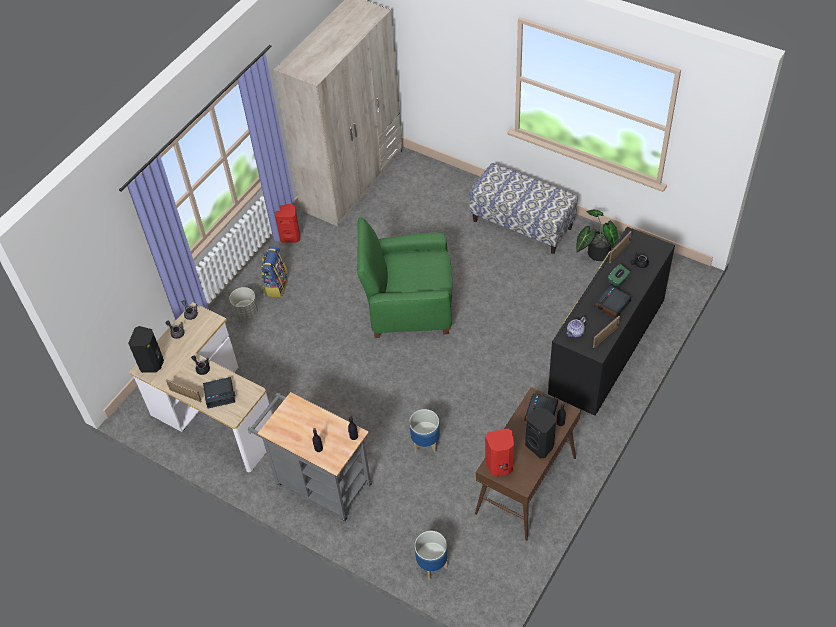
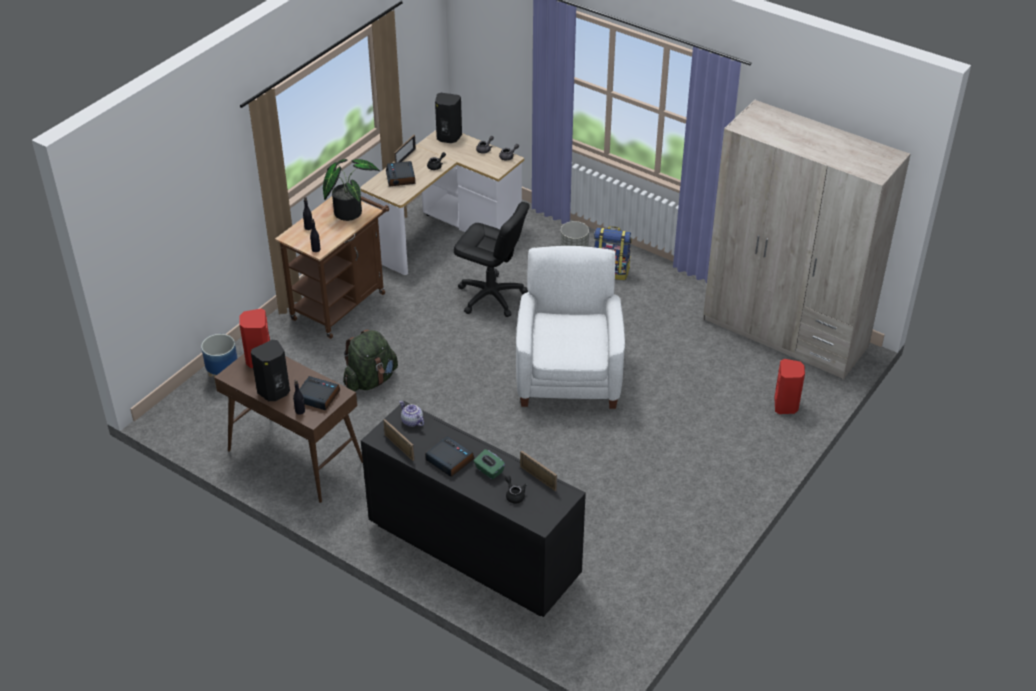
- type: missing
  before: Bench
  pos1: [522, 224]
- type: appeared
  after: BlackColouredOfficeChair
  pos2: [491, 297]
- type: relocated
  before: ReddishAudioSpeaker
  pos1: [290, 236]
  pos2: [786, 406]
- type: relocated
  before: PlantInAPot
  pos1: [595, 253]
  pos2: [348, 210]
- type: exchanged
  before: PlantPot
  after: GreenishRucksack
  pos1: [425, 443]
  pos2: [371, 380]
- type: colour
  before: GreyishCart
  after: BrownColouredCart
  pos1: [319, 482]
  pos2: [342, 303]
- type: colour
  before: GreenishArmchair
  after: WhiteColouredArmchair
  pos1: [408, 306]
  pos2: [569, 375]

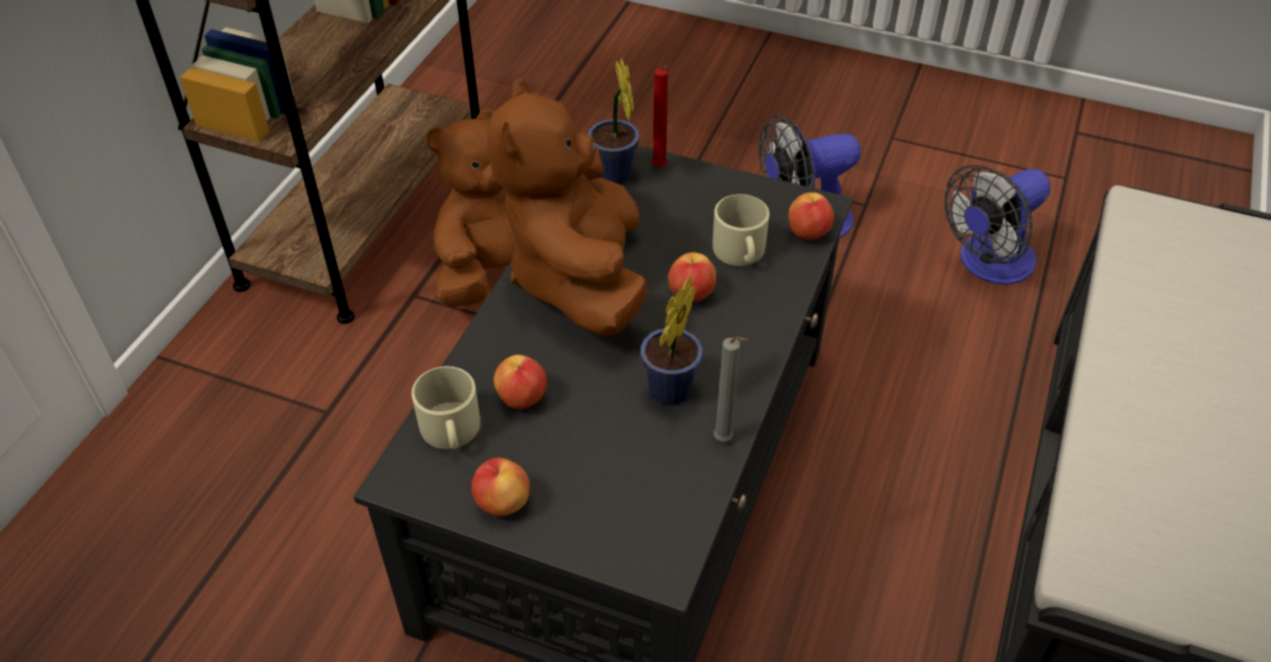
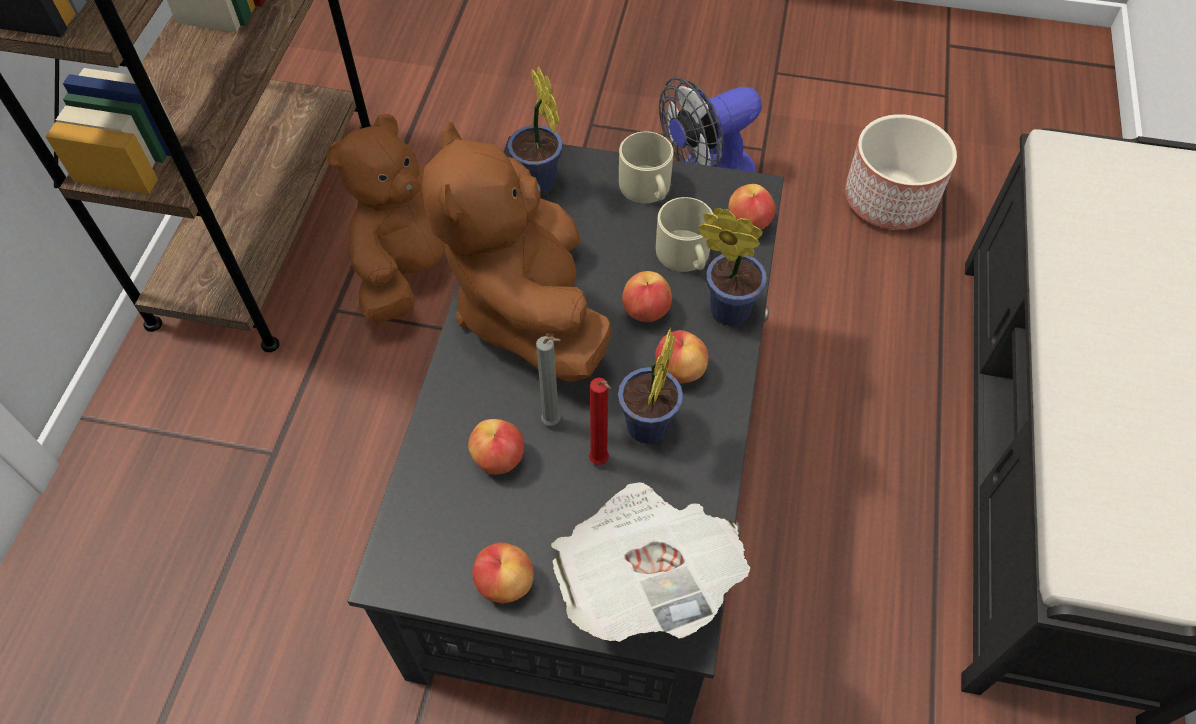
- type: appeared
  after: Newspaper
  pos2: [643, 574]
- type: appeared
  after: Apple
  pos2: [679, 370]
- type: appeared
  after: PlantInAPot
  pos2: [724, 308]
- type: relocated
  before: BeigeColouredTeaMug
  pos1: [451, 431]
  pos2: [647, 189]
- type: relocated
  before: ReddishWaxCandle
  pos1: [660, 168]
  pos2: [600, 462]
- type: relocated
  before: GreyishWaxCandle
  pos1: [725, 441]
  pos2: [553, 423]
- type: exchanged
  before: CoolingFan
  after: PlantPot
  pos1: [988, 265]
  pos2: [890, 199]

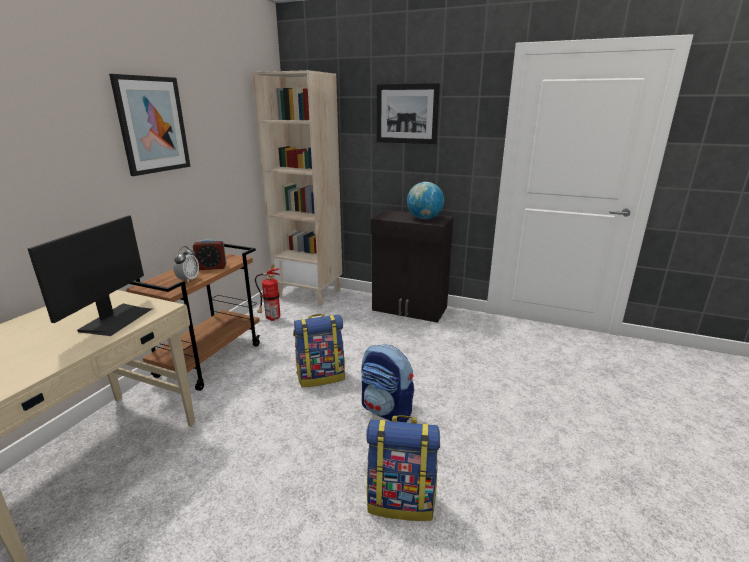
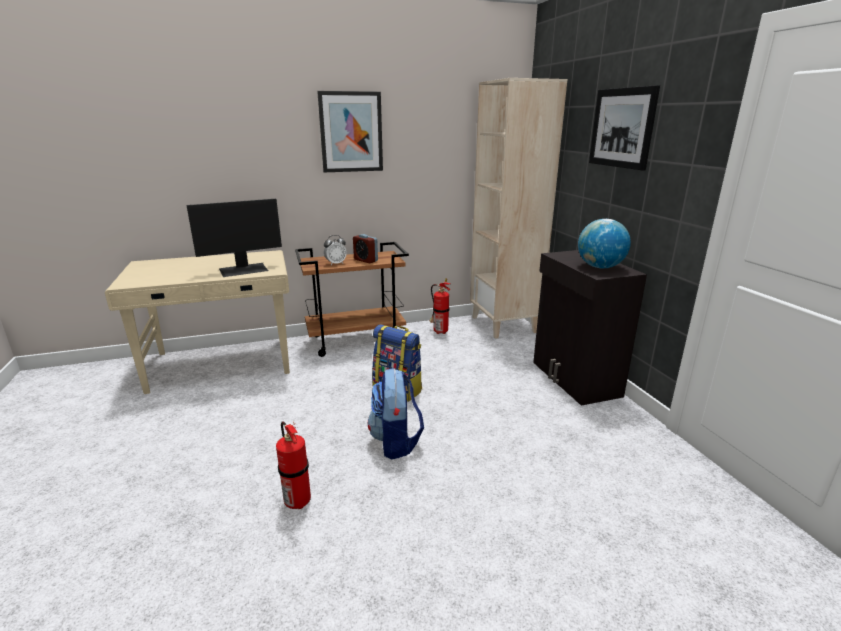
- type: exchanged
  before: Rucksack
  after: FireFightingCylinder
  pos1: [401, 500]
  pos2: [296, 501]

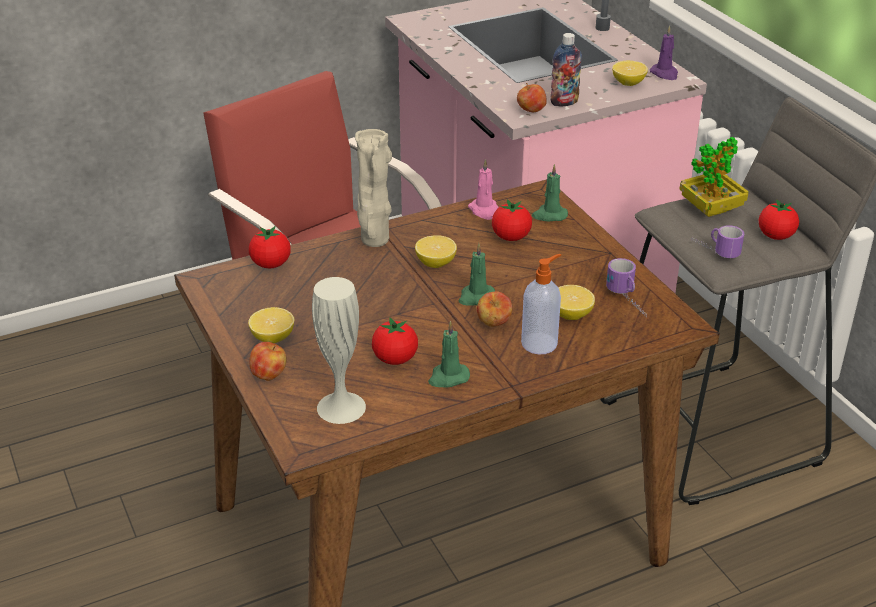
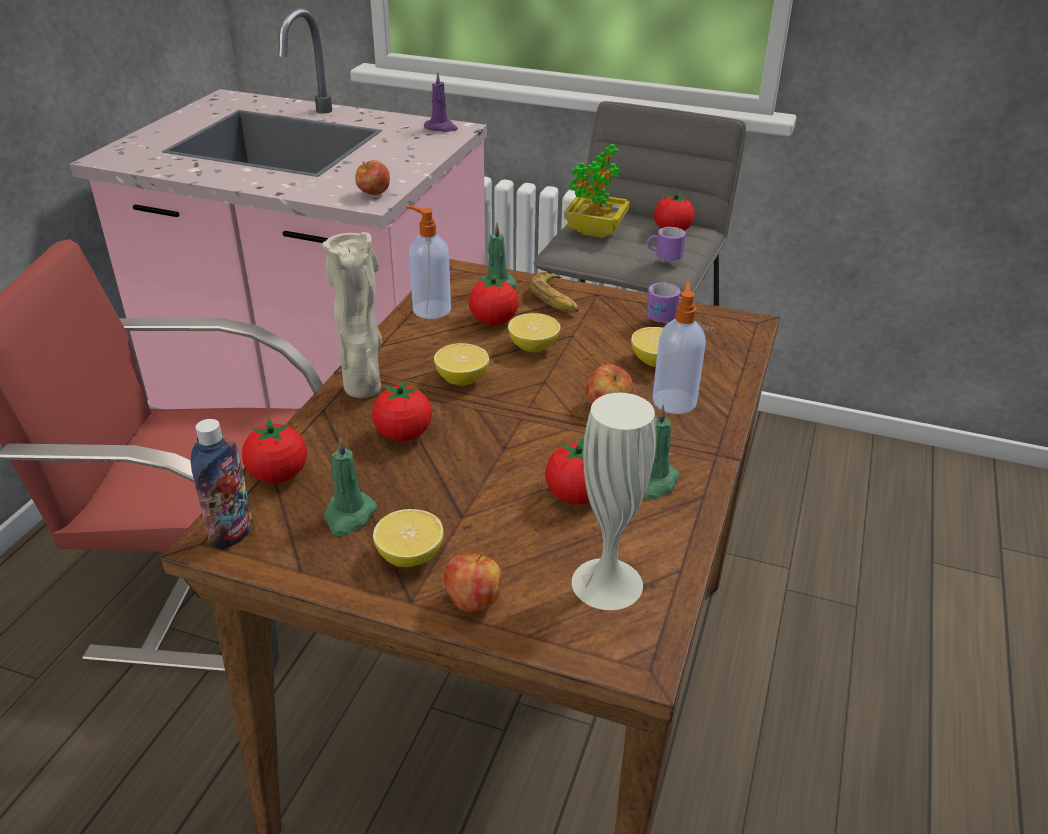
- type: appeared
  after: FreshTomato
  pos2: [403, 434]
- type: appeared
  after: BananaFruit
  pos2: [556, 299]
- type: relocated
  before: GreenishWaxCandle
  pos1: [476, 297]
  pos2: [349, 516]
- type: relocated
  before: DrinkBottle
  pos1: [564, 102]
  pos2: [232, 533]
- type: relocated
  before: WholeLemon
  pos1: [628, 83]
  pos2: [533, 347]
- type: exchanged
  before: PinkColouredWaxCandle
  after: LiquidSoapBottle
  pos1: [484, 211]
  pos2: [430, 309]

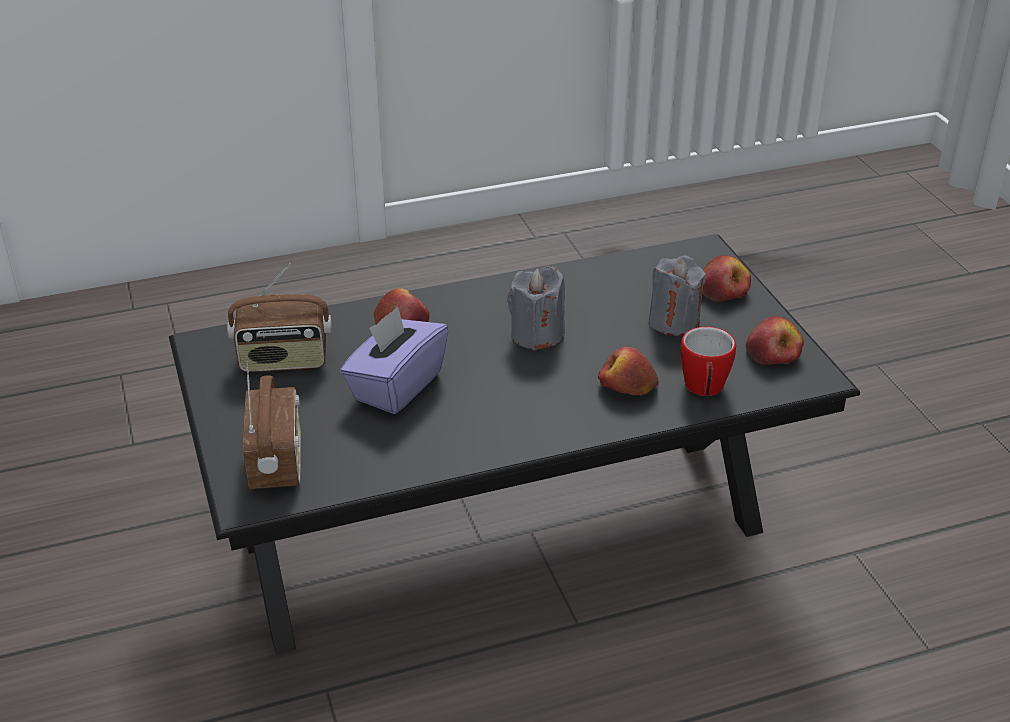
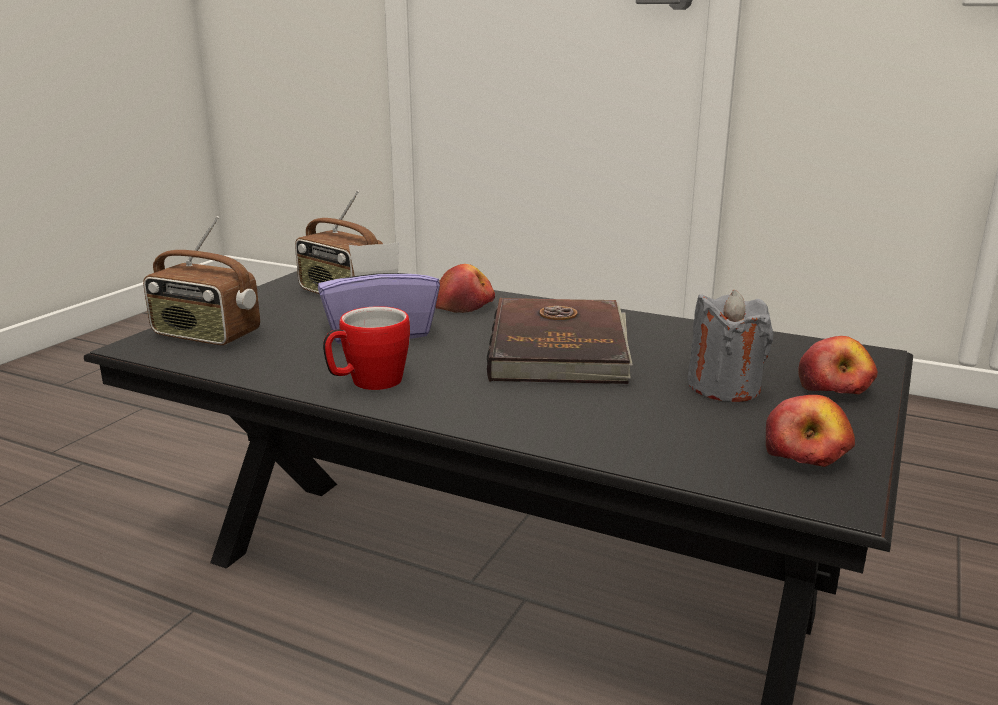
- type: missing
  before: Apple
  pos1: [627, 387]
- type: relocated
  before: TeaMug
  pos1: [704, 390]
  pos2: [367, 384]
- type: exchanged
  before: GreyishWaxCandle
  after: BrownColouredVolume
  pos1: [536, 335]
  pos2: [561, 347]
- type: spun
  before: Radio
  pos1: [277, 462]
  pos2: [205, 336]
  turn: 75

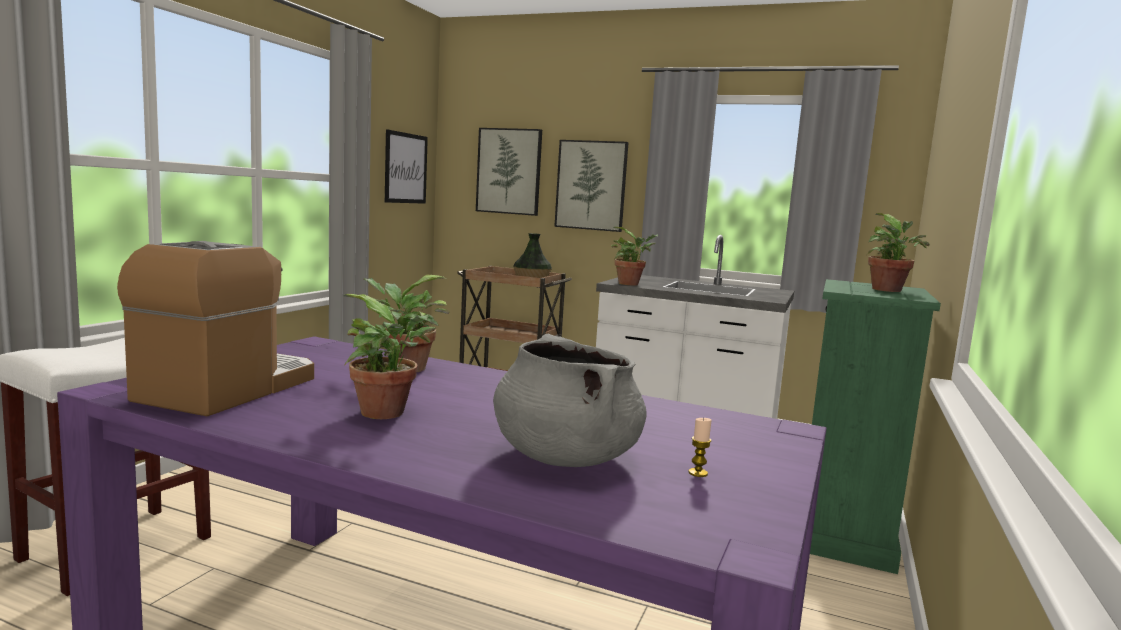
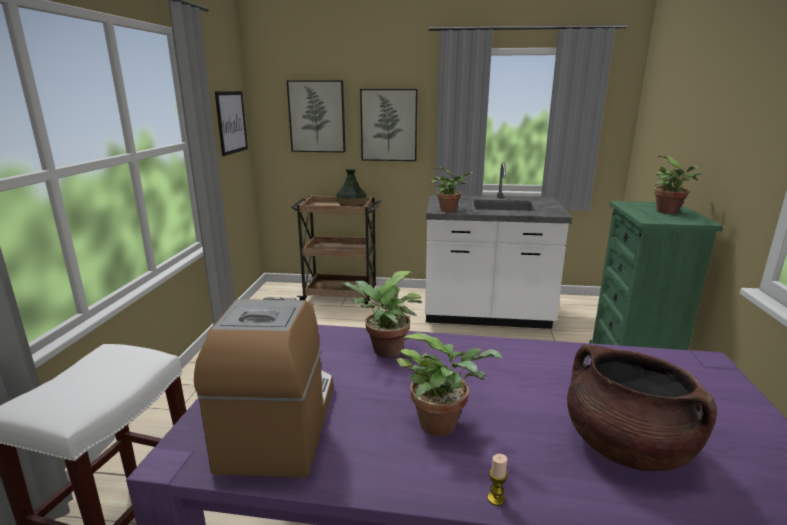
- type: relocated
  before: WaxCandle
  pos1: [698, 473]
  pos2: [496, 499]
- type: colour
  before: GreyishSaucepot
  after: BrownColouredSaucepot
  pos1: [565, 457]
  pos2: [625, 447]

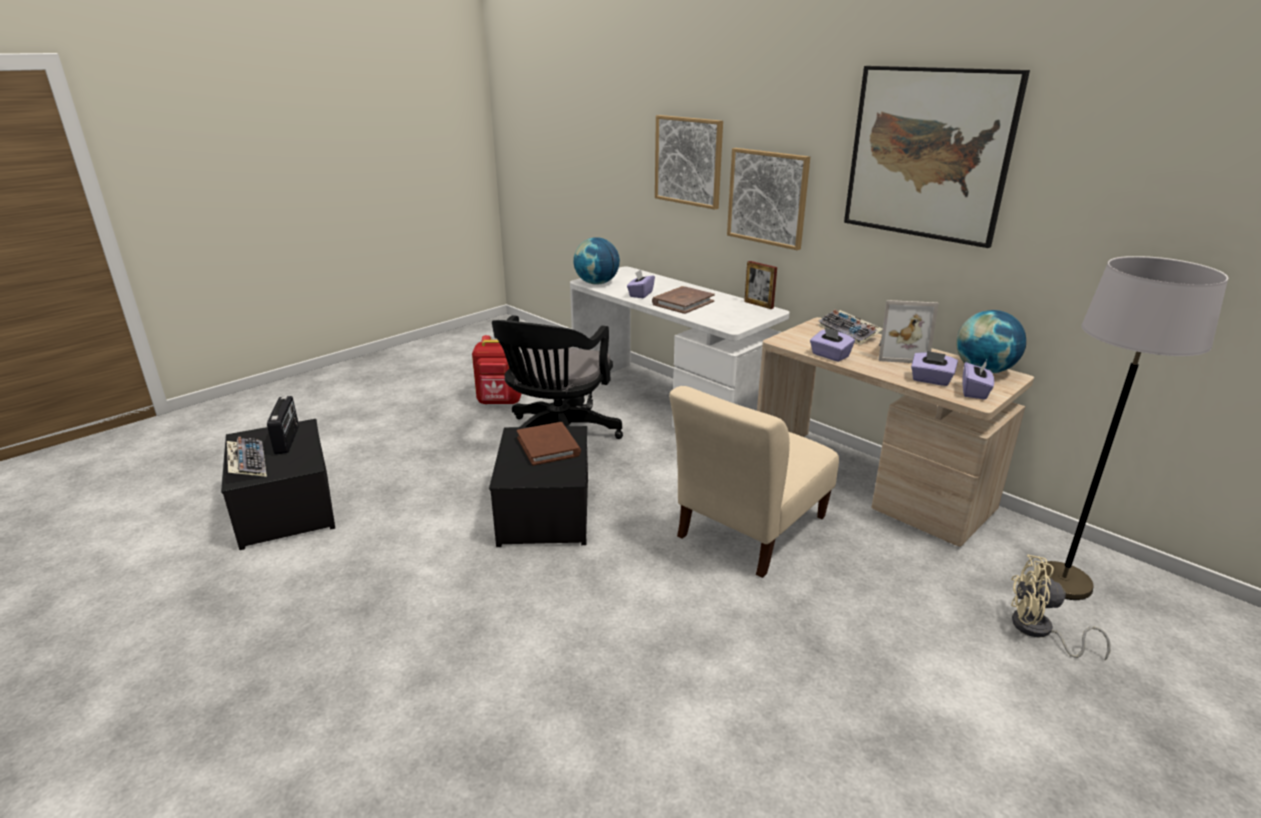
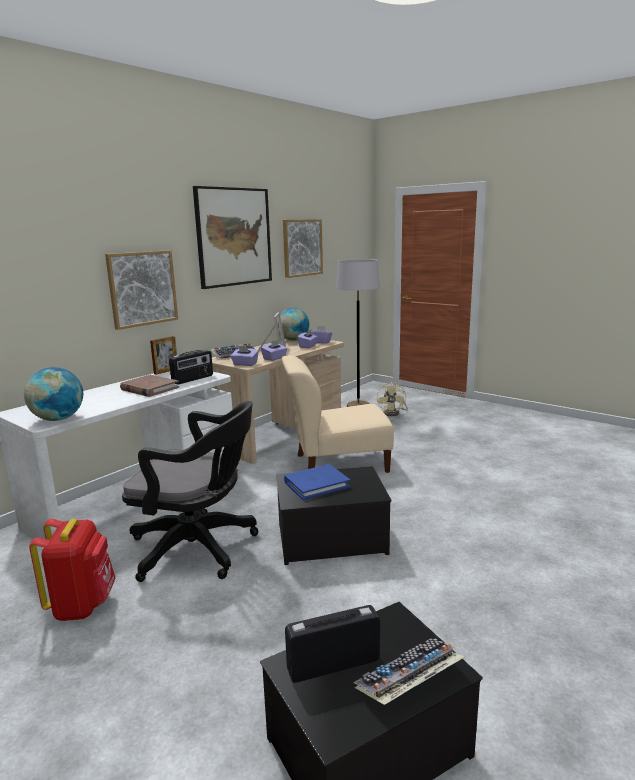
- type: appeared
  after: Radio
  pos2: [193, 379]
- type: relocated
  before: PurpleColouredBoxOfTissues
  pos1: [640, 294]
  pos2: [245, 364]
- type: relocated
  before: Picture
  pos1: [688, 161]
  pos2: [302, 248]
- type: colour
  before: BrownColouredVolume
  after: BlueColouredVolume
  pos1: [548, 446]
  pos2: [316, 484]
- type: spun
  before: BeigeColouredUprightChair
  pos1: [748, 530]
  pos2: [337, 464]
  turn: 135

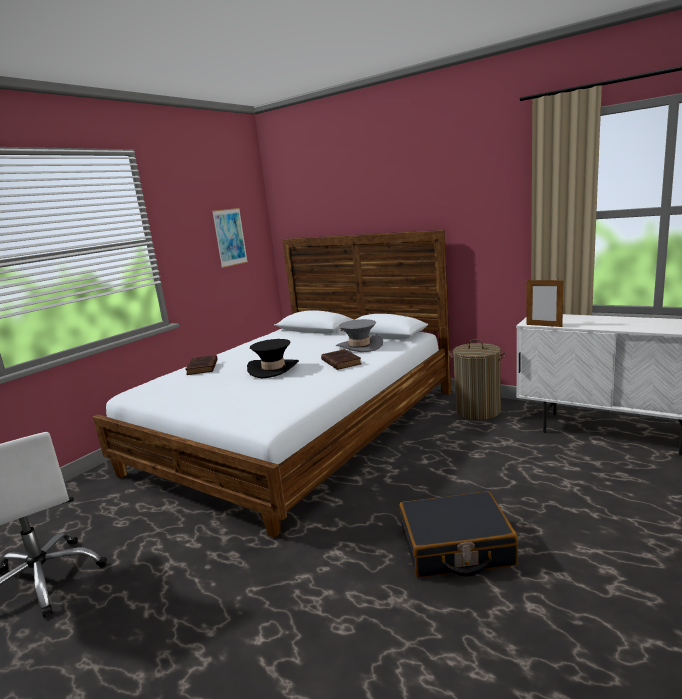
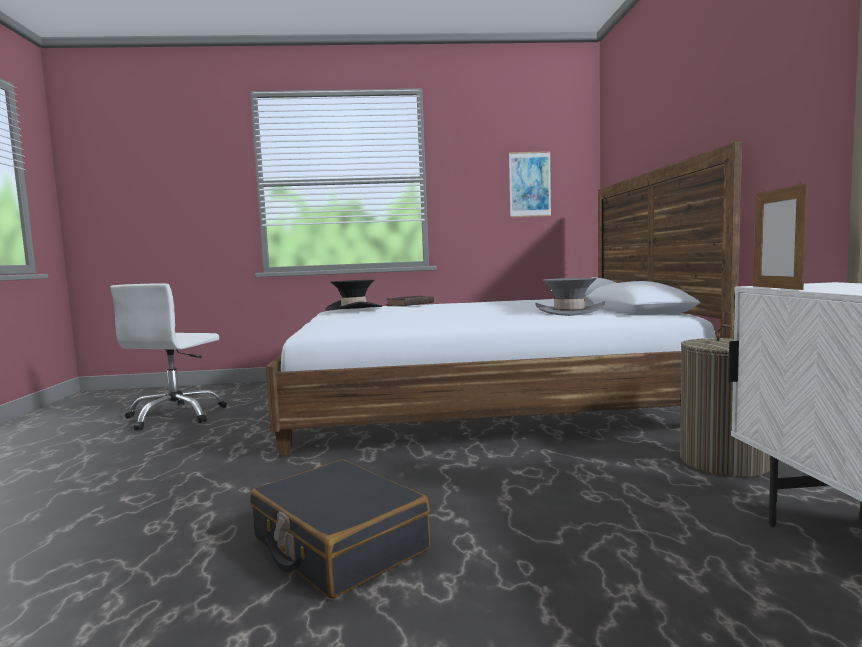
- type: missing
  before: BrownColouredVolume
  pos1: [340, 362]
- type: relocated
  before: BlackColouredClothingHat
  pos1: [273, 369]
  pos2: [354, 308]

